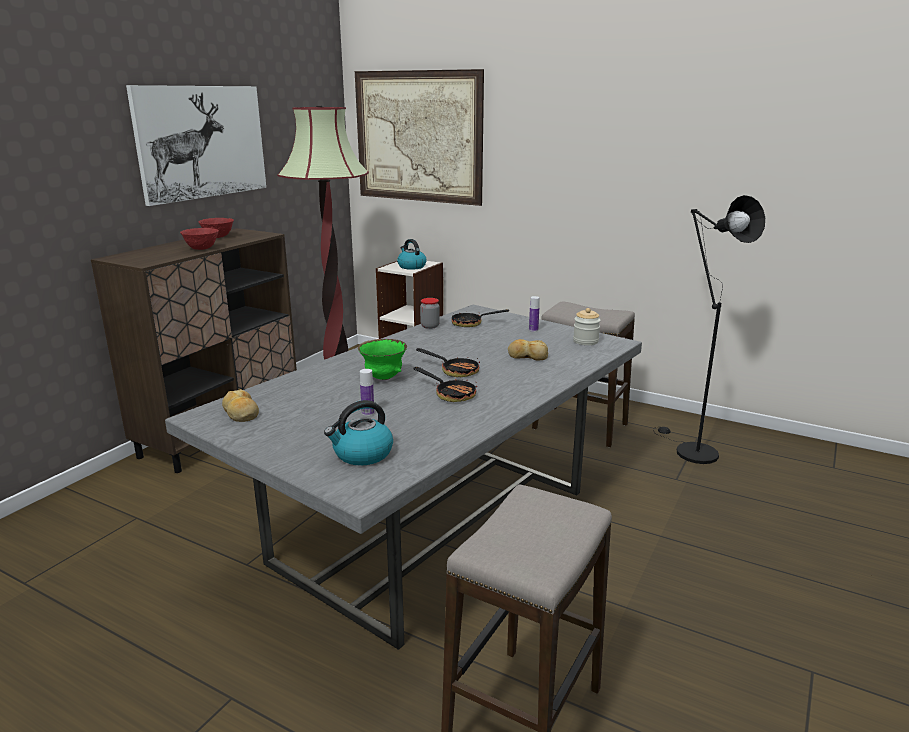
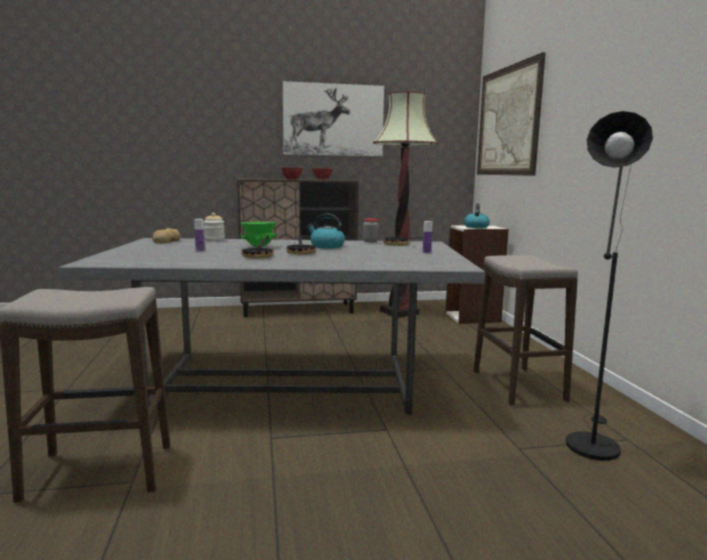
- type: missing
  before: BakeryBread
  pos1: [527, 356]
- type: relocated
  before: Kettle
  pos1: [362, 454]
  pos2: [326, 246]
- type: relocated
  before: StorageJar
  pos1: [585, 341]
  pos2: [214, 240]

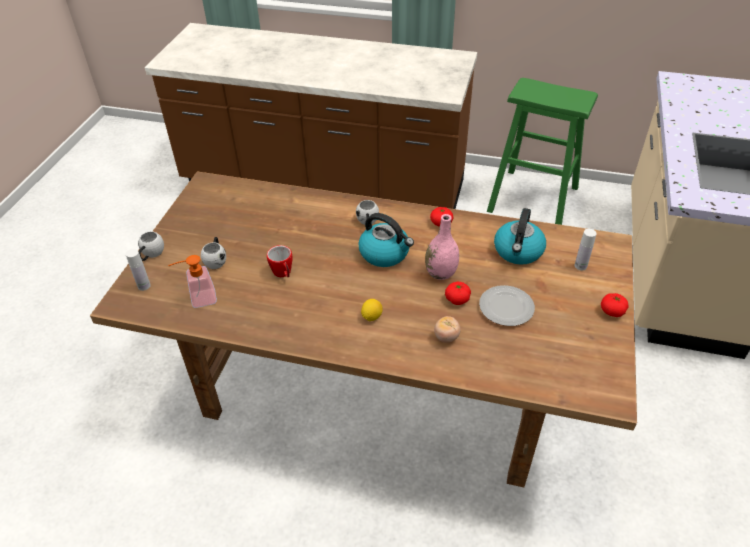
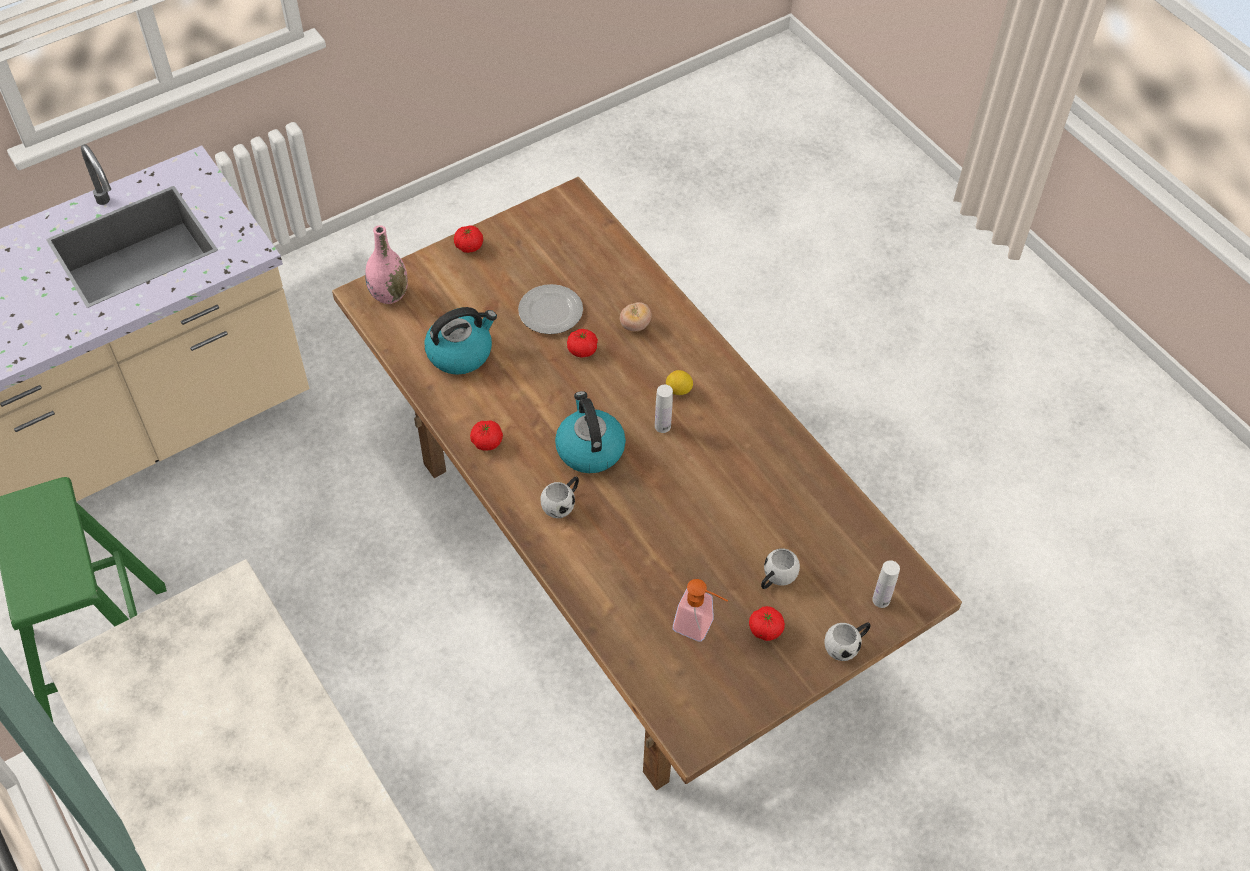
- type: missing
  before: TeaMug
  pos1: [283, 274]
- type: appeared
  after: FreshTomato
  pos2: [765, 629]
- type: relocated
  before: LiquidSoapBottle
  pos1: [198, 299]
  pos2: [699, 627]
- type: relocated
  before: PinkColouredVase
  pos1: [441, 273]
  pos2: [389, 295]
- type: relocated
  before: WhiteColouredDrinkBottle
  pos1: [580, 266]
  pos2: [662, 426]

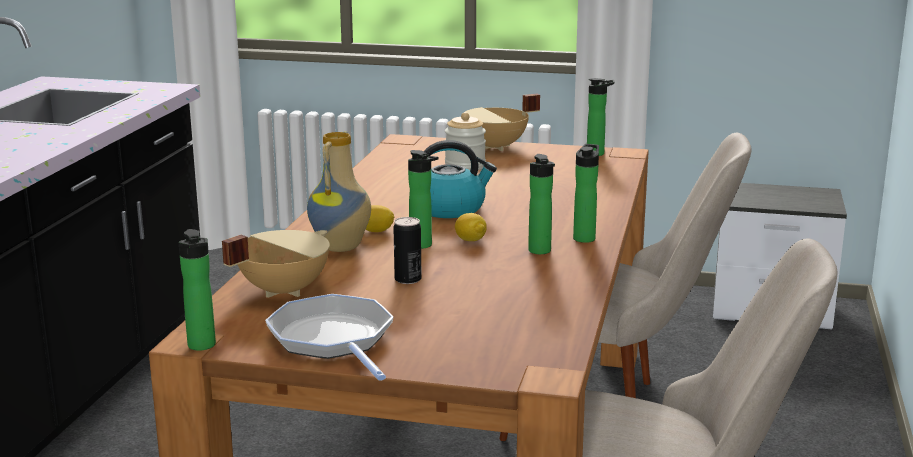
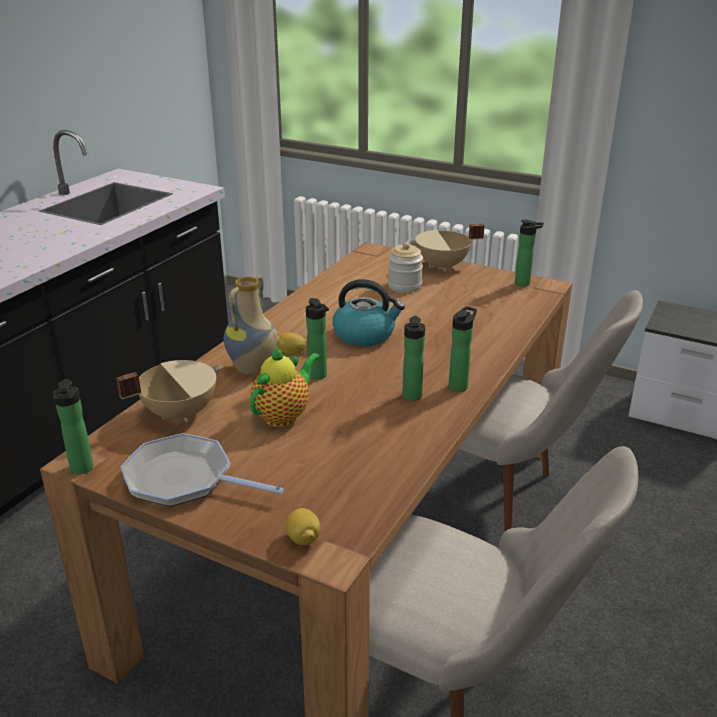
- type: relocated
  before: WholeLemon
  pos1: [470, 240]
  pos2: [303, 539]
- type: exchanged
  before: MetalCan
  after: Teapot
  pos1: [408, 279]
  pos2: [284, 415]
- type: spun
  before: Pan
  pos1: [333, 340]
  pos2: [184, 479]
  turn: -60

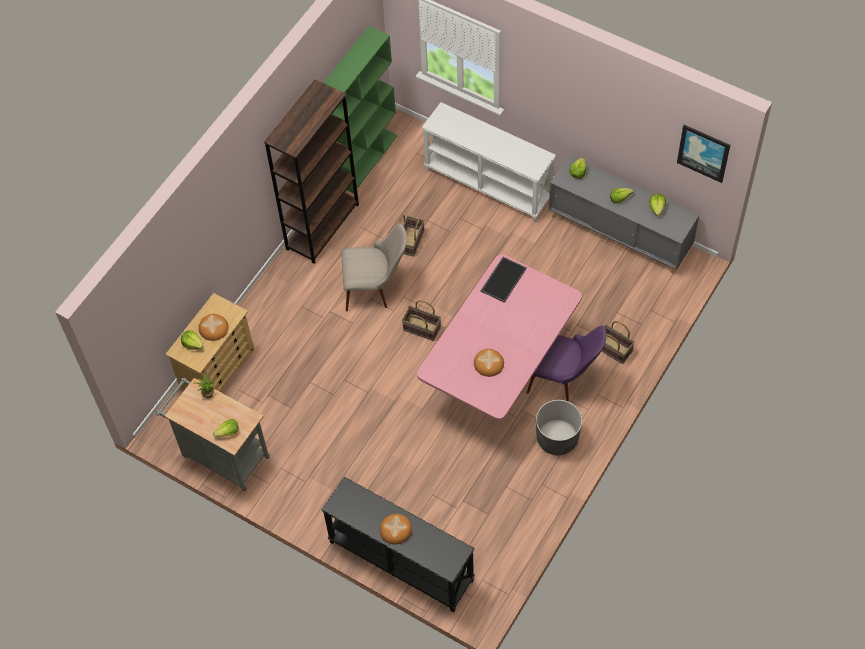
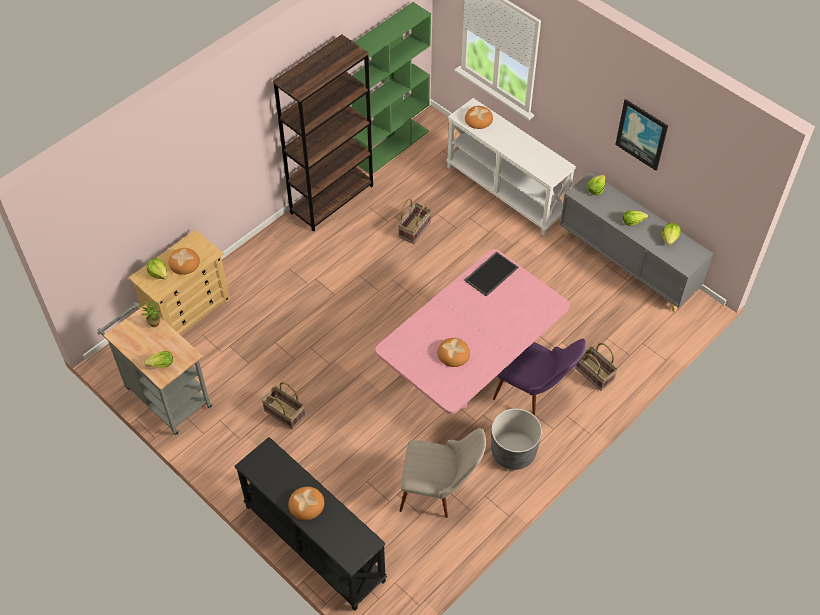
- type: appeared
  after: BakeryBread
  pos2: [478, 119]
- type: relocated
  before: BeigeColouredUprightChair
  pos1: [375, 288]
  pos2: [439, 491]
- type: relocated
  before: StorageBasket
  pos1: [421, 329]
  pos2: [284, 413]
- type: relocated
  before: Picture
  pos1: [703, 152]
  pos2: [642, 134]

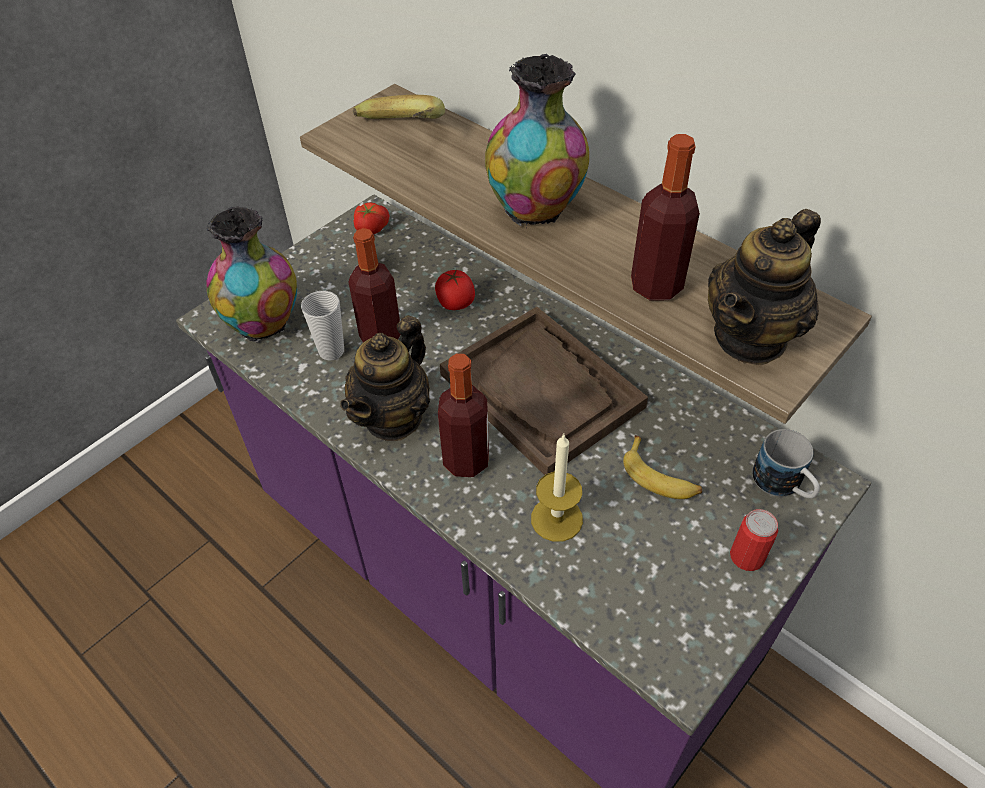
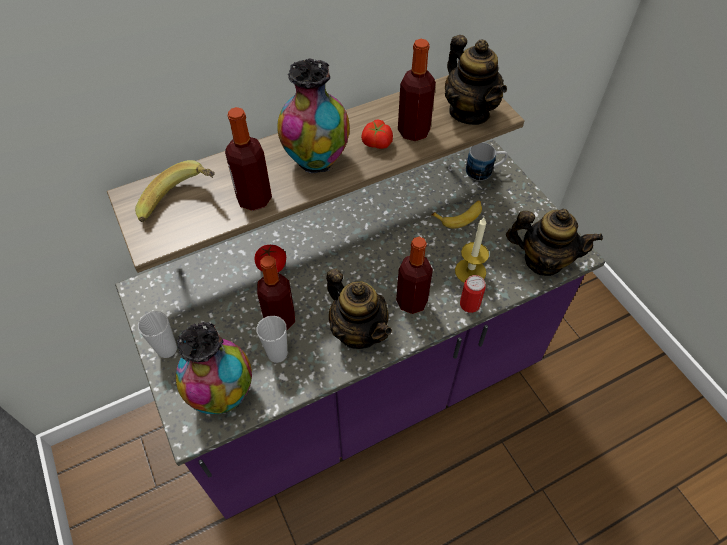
- type: missing
  before: BrownColouredCarryingTray
  pos1: [542, 391]
- type: appeared
  after: Cup
  pos2: [167, 349]
- type: appeared
  after: DrinkBottle
  pos2: [254, 199]
- type: appeared
  after: Teapot
  pos2: [543, 261]
- type: relocated
  before: FreshTomato
  pos1: [371, 227]
  pos2: [376, 143]
- type: relocated
  before: MetalCan
  pos1: [747, 556]
  pos2: [469, 304]

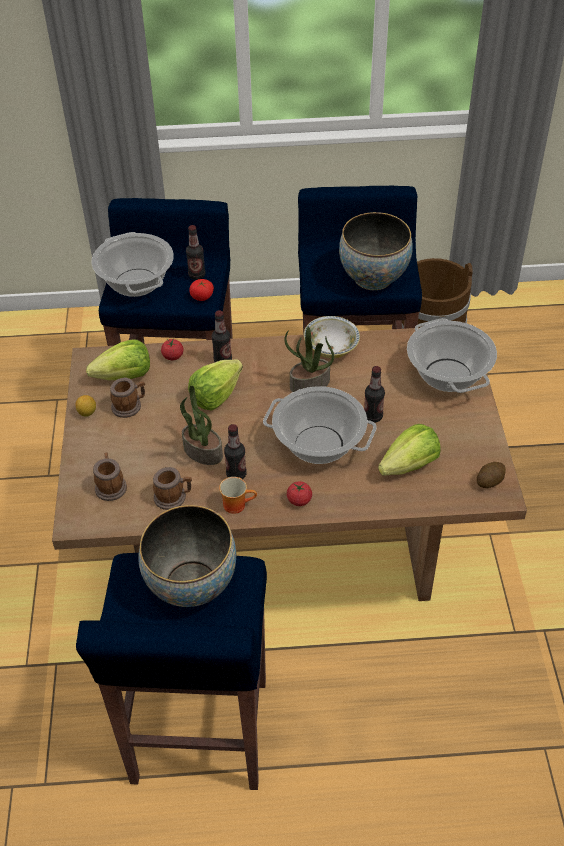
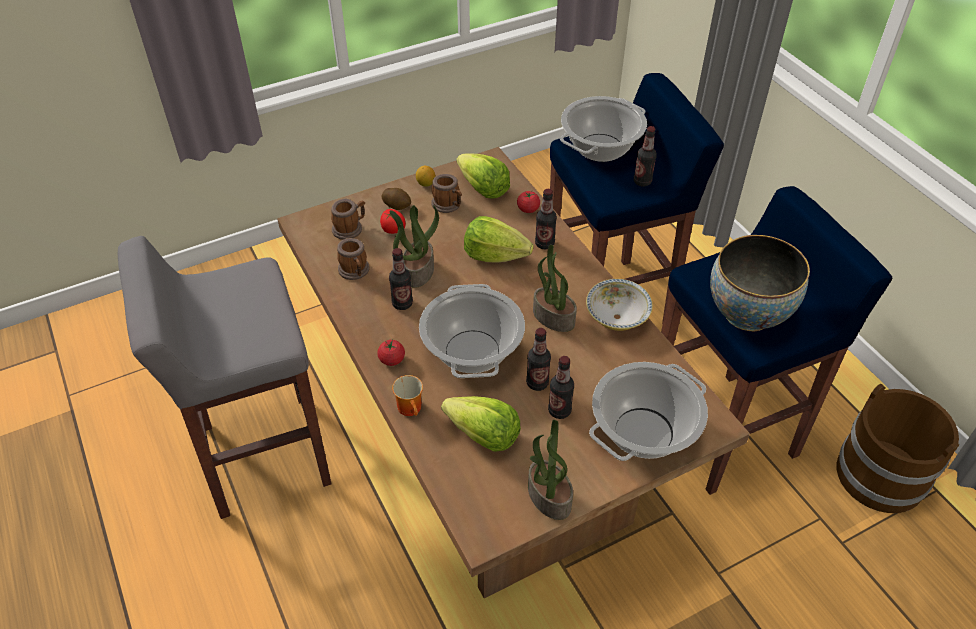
- type: missing
  before: Bowl
  pos1: [192, 585]
- type: appeared
  after: PlantInAPot
  pos2: [548, 497]
- type: appeared
  after: DrinkBottle
  pos2: [559, 411]
- type: relocated
  before: FreshTomato
  pos1: [202, 297]
  pos2: [393, 229]
- type: relocated
  before: TeaMug
  pos1: [237, 504]
  pos2: [412, 408]
- type: relocated
  before: Spud
  pos1: [489, 481]
  pos2: [397, 205]
- type: colour
  before: BlueColouredStoolSeat
  after: GreyishStoolSeat
  pos1: [199, 733]
  pos2: [262, 455]

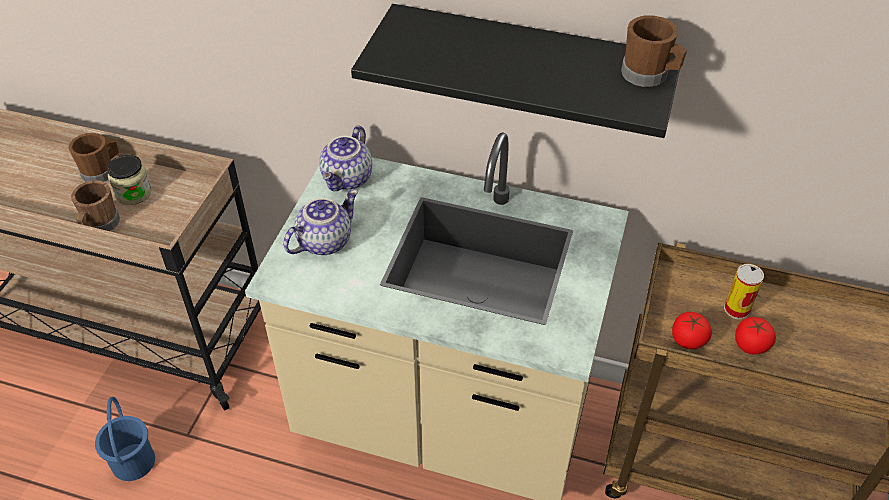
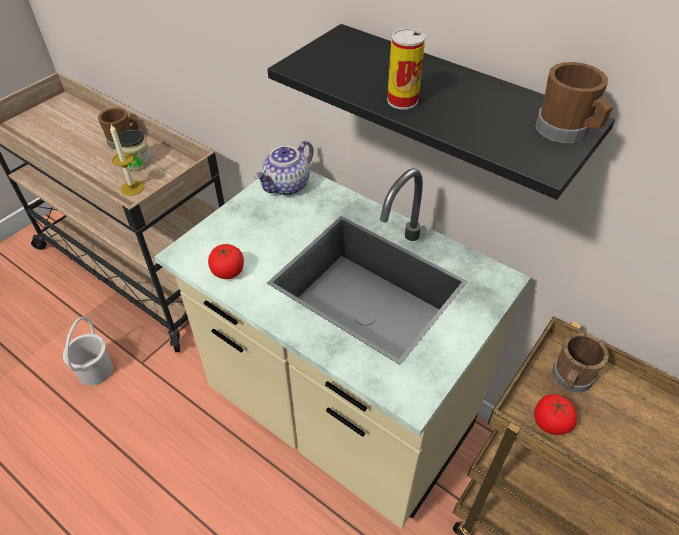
- type: missing
  before: Teapot
  pos1: [324, 241]
- type: appeared
  after: WaxCandle
  pos2: [132, 188]
- type: relocated
  before: BrownColouredTeaMug
  pos1: [99, 225]
  pos2: [569, 379]
- type: relocated
  before: MetalCan
  pos1: [736, 309]
  pos2: [402, 100]
- type: relocated
  before: FreshTomato
  pos1: [750, 345]
  pos2: [228, 271]
- type: colour
  before: BlueColouredPail
  after: WhiteColouredPail
  pos1: [132, 462]
  pos2: [95, 371]

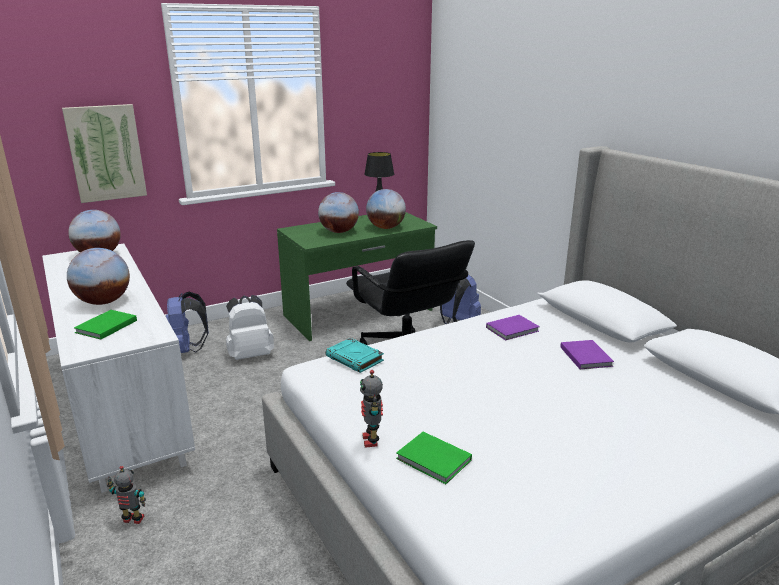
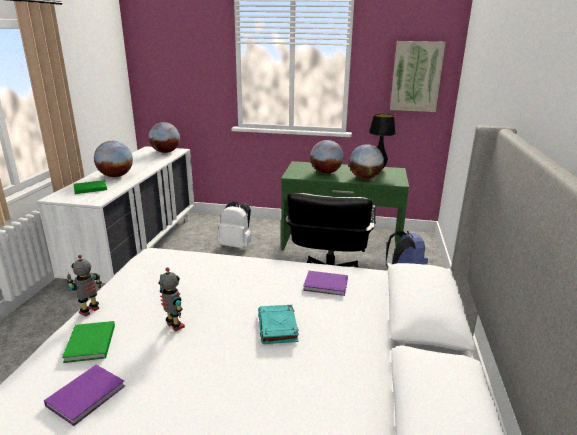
- type: missing
  before: BlueColouredRucksack
  pos1: [186, 350]
- type: relocated
  before: Picture
  pos1: [106, 153]
  pos2: [416, 76]
- type: relocated
  before: ToyRobot
  pos1: [133, 520]
  pos2: [174, 326]
- type: relocated
  before: TurquoiseVolume
  pos1: [355, 359]
  pos2: [278, 327]
- type: relocated
  before: PurpleColouredVolume
  pos1: [586, 356]
  pos2: [88, 395]

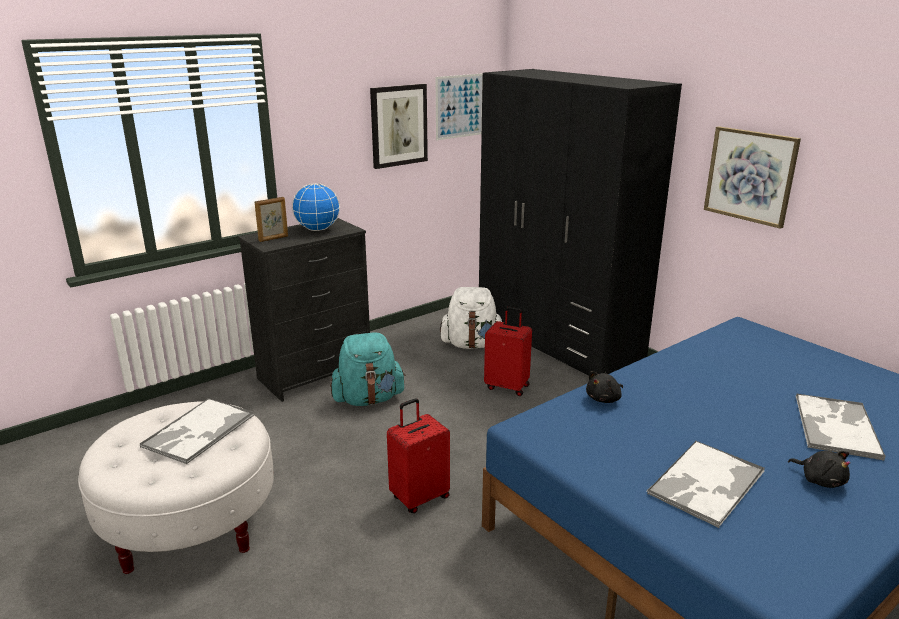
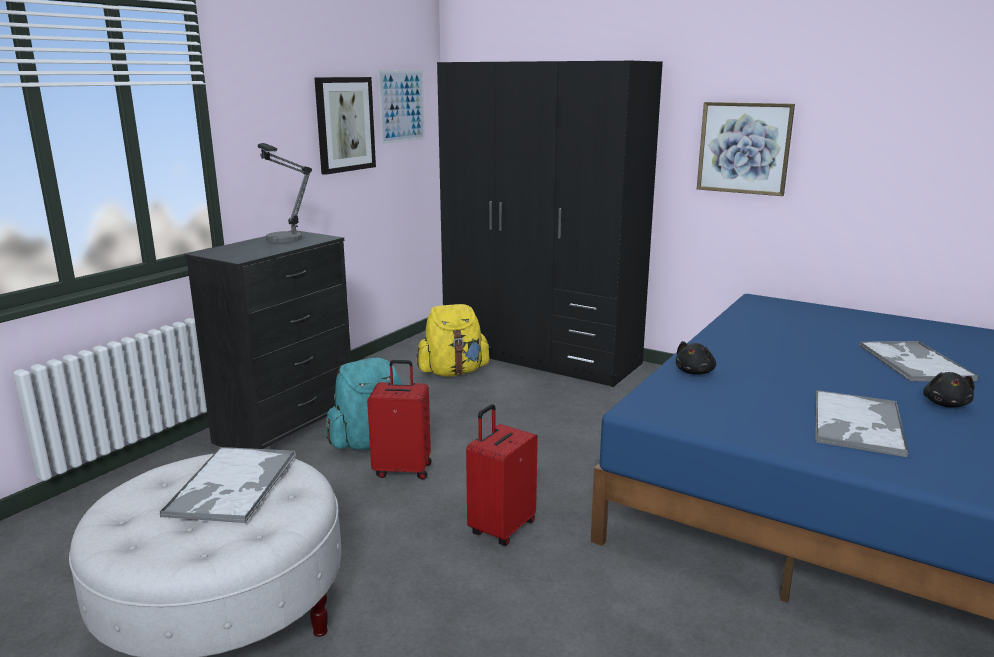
- type: missing
  before: StandingFrame
  pos1: [274, 239]
- type: relocated
  before: ReddishTravelCase
  pos1: [507, 386]
  pos2: [403, 469]
- type: exchanged
  before: DeskGlobe
  after: TableLamp
  pos1: [318, 229]
  pos2: [284, 241]
- type: colour
  before: WhiteColouredRucksack
  after: YellowColouredRucksack
  pos1: [472, 344]
  pos2: [453, 372]
- type: spun
  before: BlackColouredSoftToy
  pos1: [820, 480]
  pos2: [946, 404]
  turn: 75

